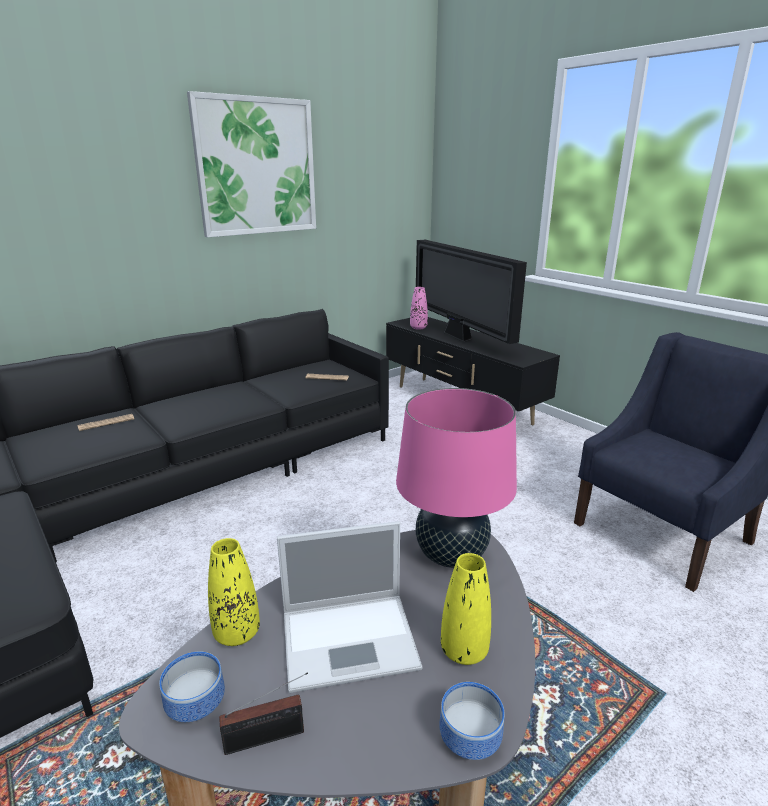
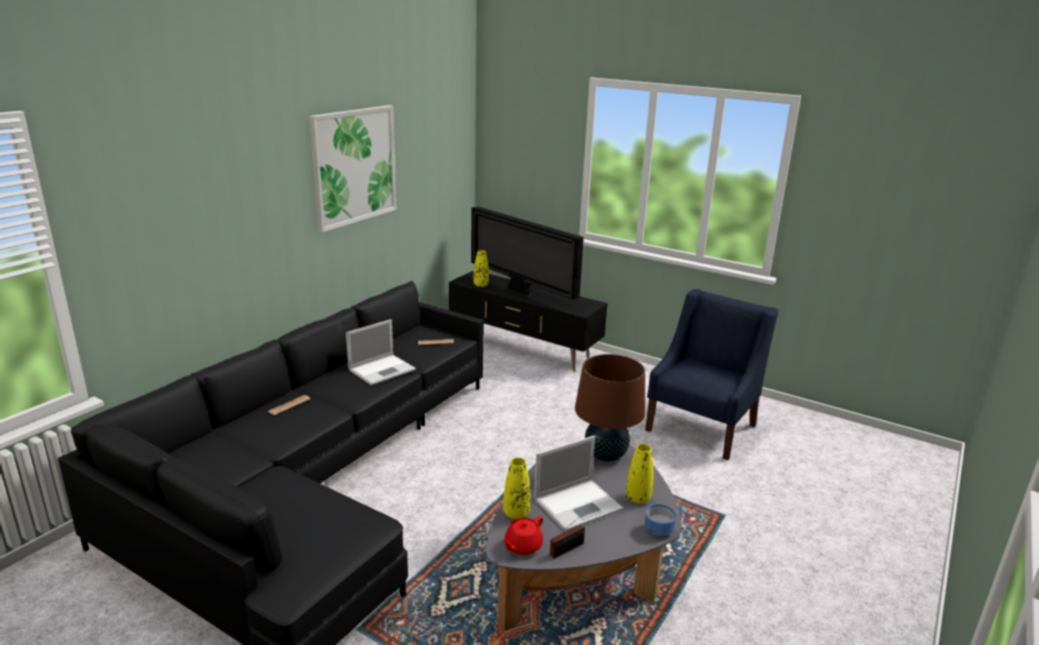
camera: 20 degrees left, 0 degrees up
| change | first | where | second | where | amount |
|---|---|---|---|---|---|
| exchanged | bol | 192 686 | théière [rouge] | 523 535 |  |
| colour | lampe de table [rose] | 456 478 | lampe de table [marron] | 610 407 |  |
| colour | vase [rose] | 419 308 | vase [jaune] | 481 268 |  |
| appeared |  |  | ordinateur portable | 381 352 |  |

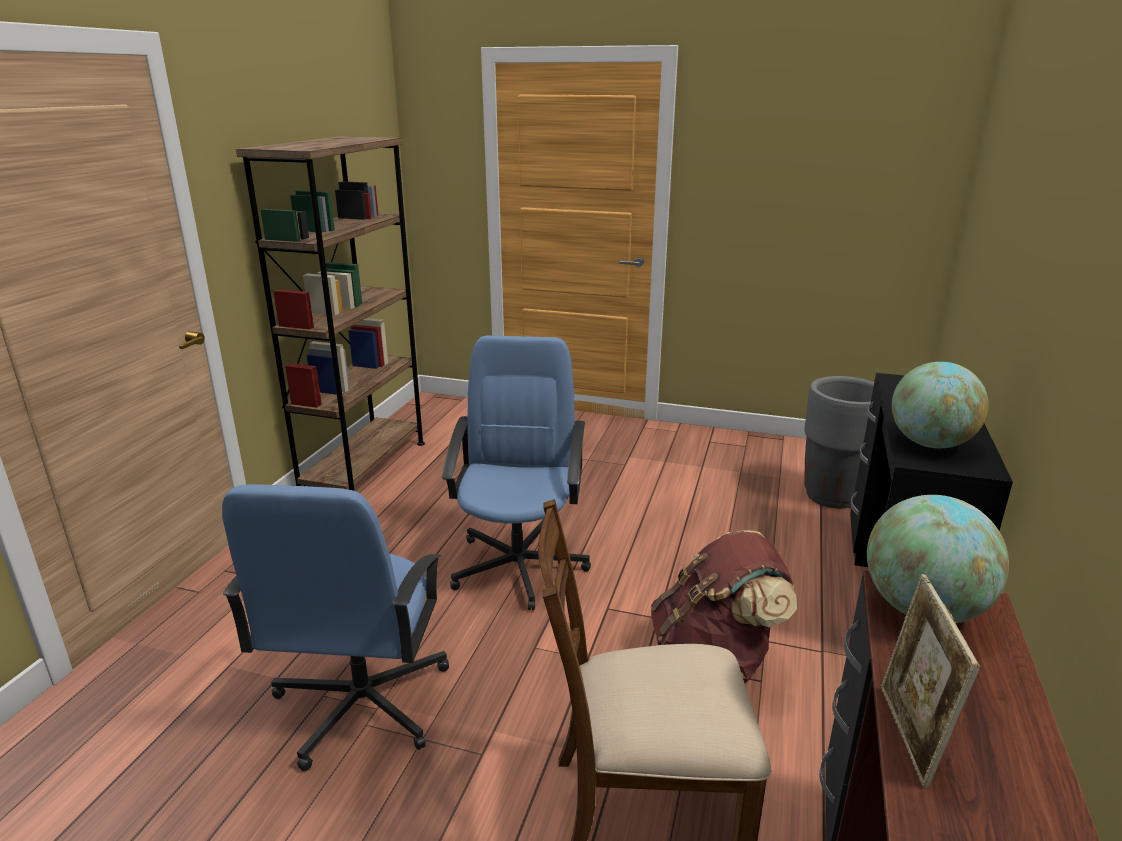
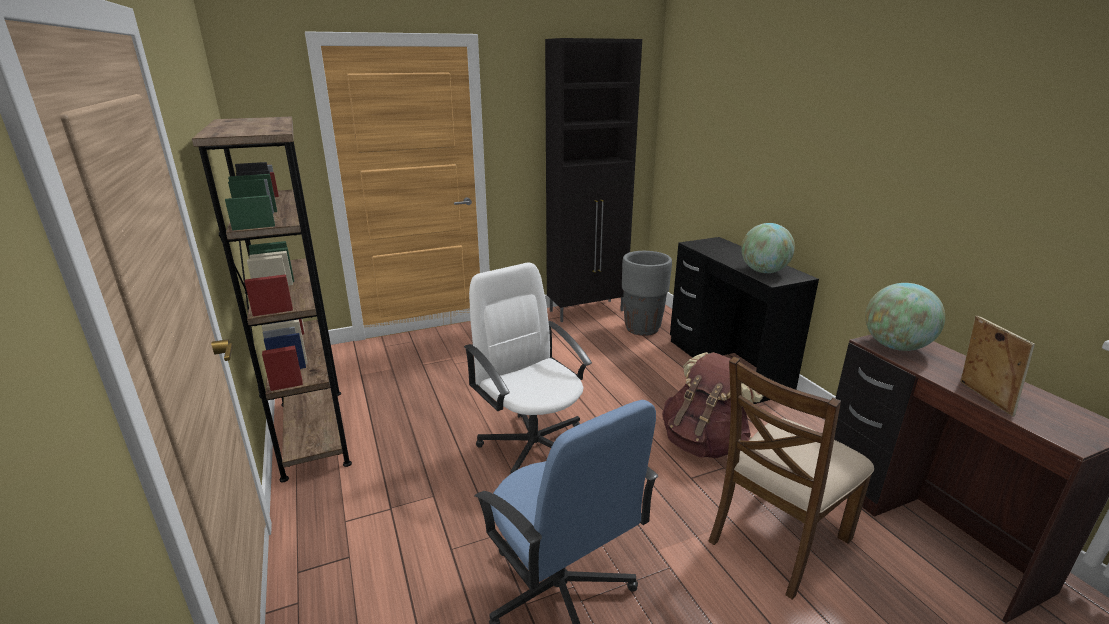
camera: 40 degrees left, 0 degrees up
| change | first | where | second | where | amount |
|---|---|---|---|---|---|
| colour | chaise de bureau [bleu] | 516 472 | chaise de bureau [blanc] | 528 368 |  |
| spun | cadre photo | 930 681 |  | 997 366 | 150 degrees counterclockwise |
| appeared |  |  | meuble de rangement [noir] | 593 180 |  |

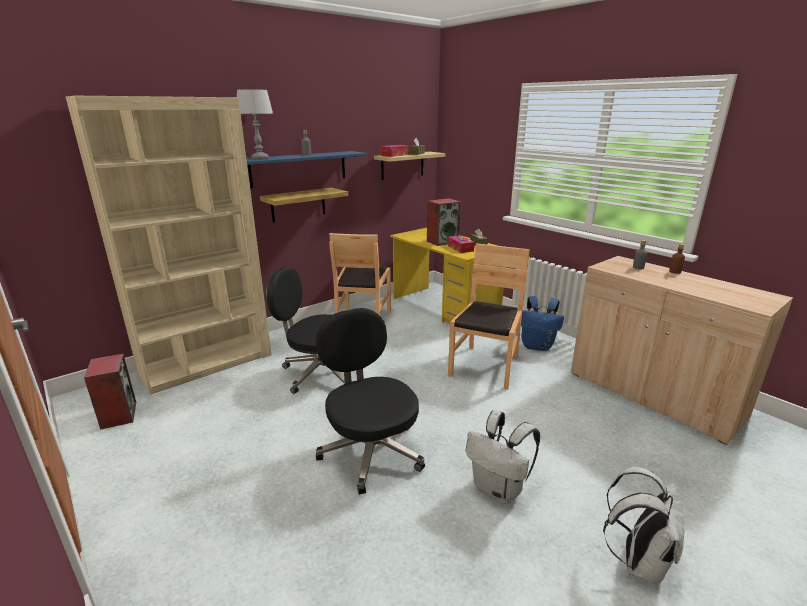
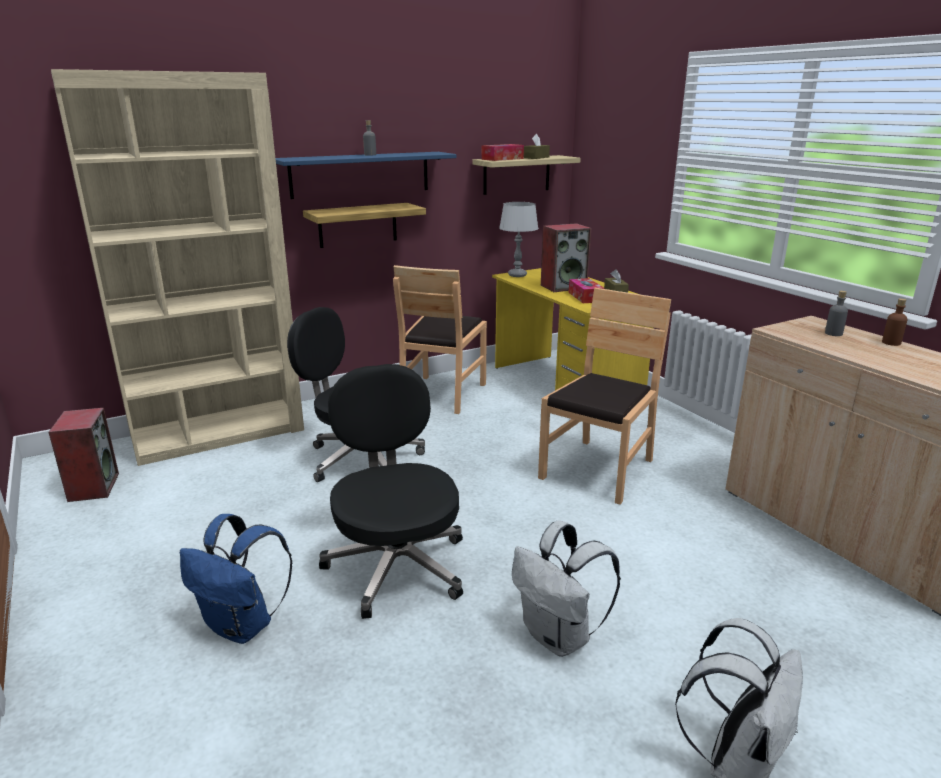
camera: 10 degrees right, 0 degrees up
| change | first | where | second | where | amount |
|---|---|---|---|---|---|
| relocated | lampe de table [gris] | 255 124 |  | 519 239 |  |
| relocated | sac à dos [bleu] | 542 323 |  | 236 579 |  |

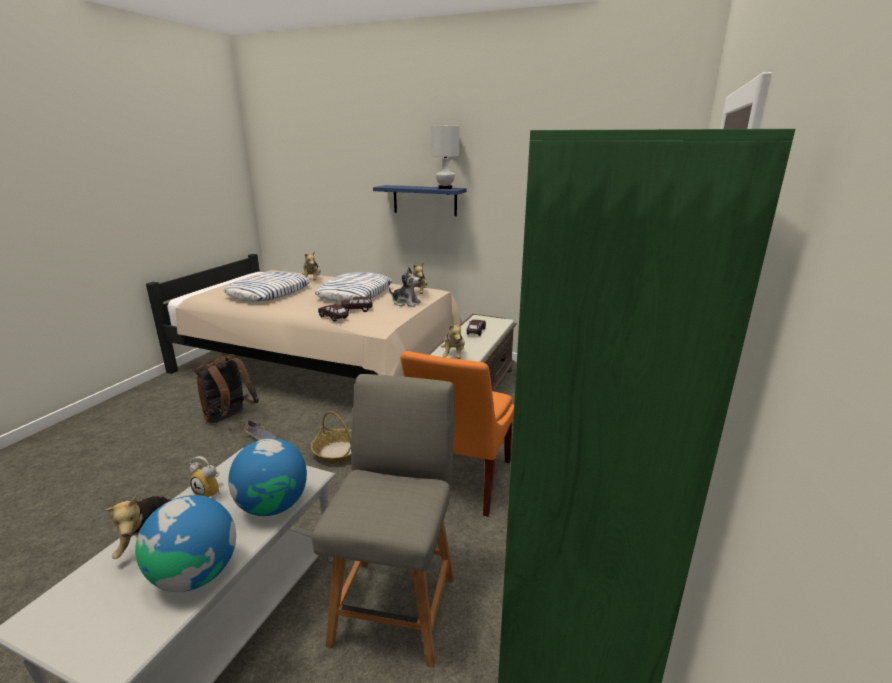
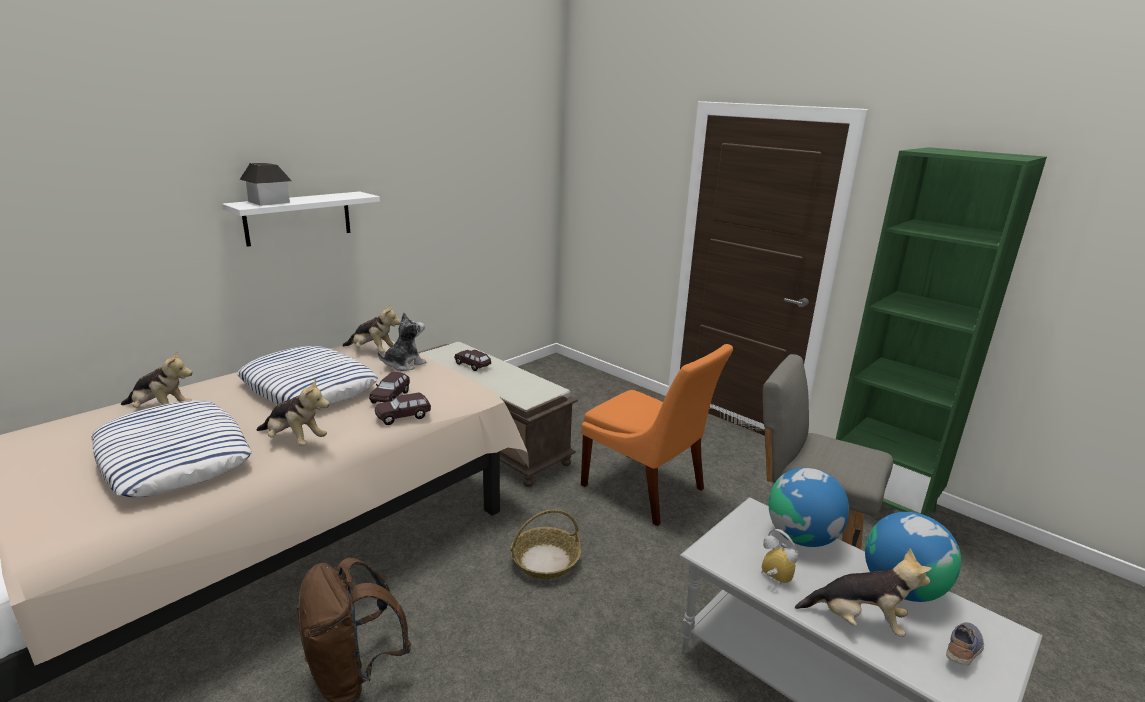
camera: 70 degrees left, 0 degrees up
| change | first | where | second | where | amount |
|---|---|---|---|---|---|
| spun | réveil | 205 476 |  | 779 557 | 90 degrees counterclockwise |
| relocated | chaussure | 260 430 |  | 965 644 |  |
| colour | étagère [bleu] | 420 200 | étagère [blanc] | 301 219 |  |
| missing | lampe de table [blanc] | 445 157 |  |  |  |
| relocated | peluche | 453 340 |  | 293 412 |  |
| appeared |  |  | maison miniature | 266 184 |  |

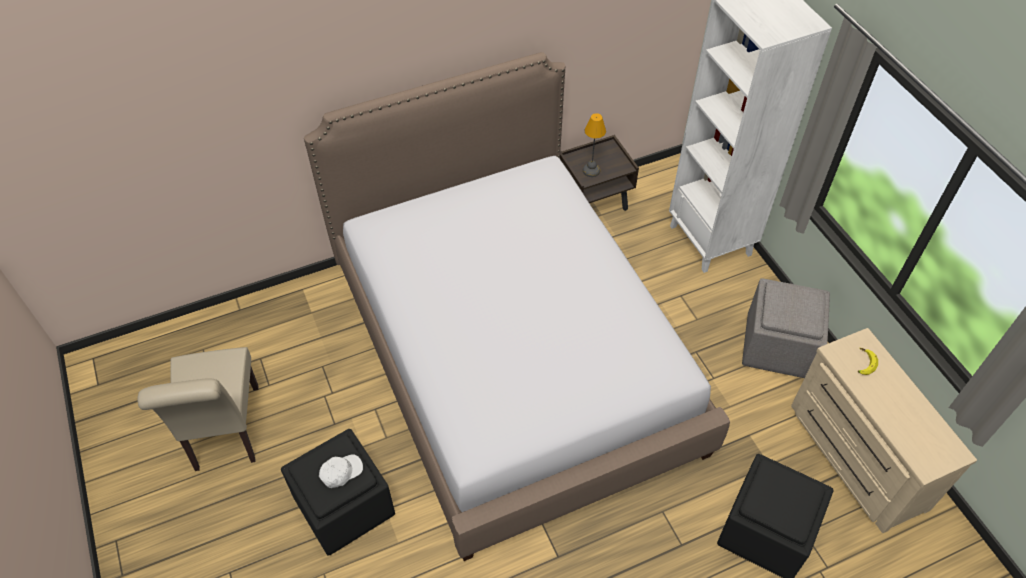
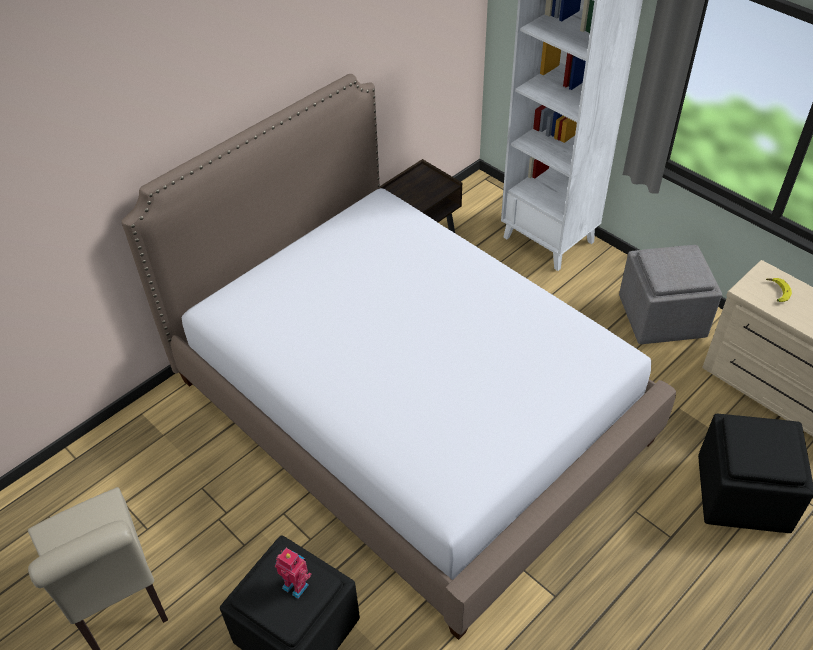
camera: 20 degrees left, 5 degrees down
| change | first | where | second | where | amount |
|---|---|---|---|---|---|
| exchanged | casquette [blanc] | 341 471 | robot jouet | 293 573 |  |
| missing | lampe de table | 594 145 |  |  |  |

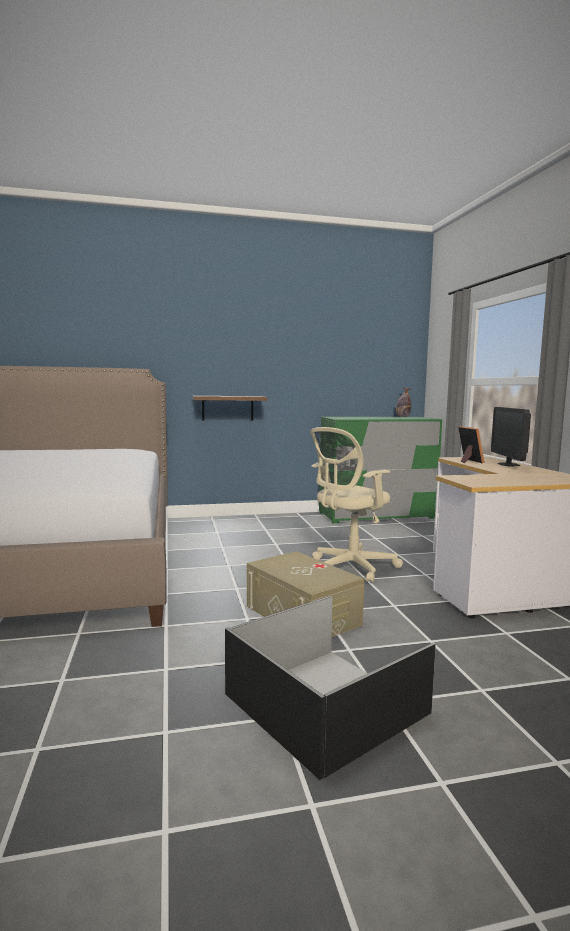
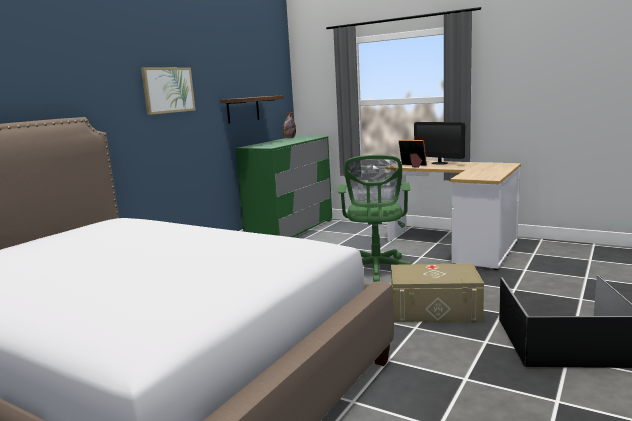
camera: 45 degrees left, 5 degrees up
| change | first | where | second | where | amount |
|---|---|---|---|---|---|
| relocated | étagère | 230 408 |  | 252 109 |  |
| colour | chaise de bureau [beige] | 356 505 | chaise de bureau [vert] | 374 218 |  |
| appeared |  |  | tableau | 168 91 |  |

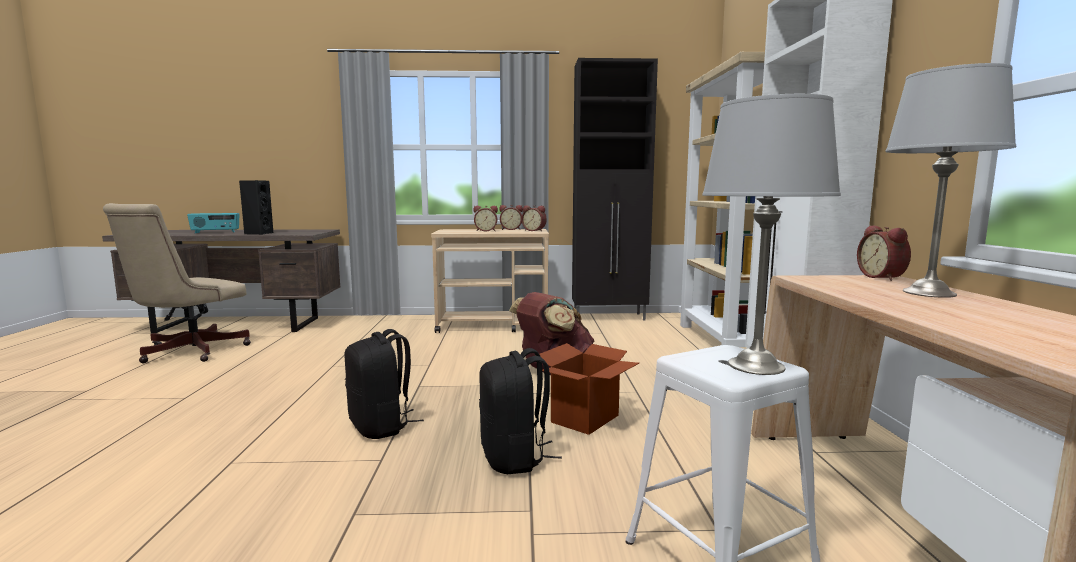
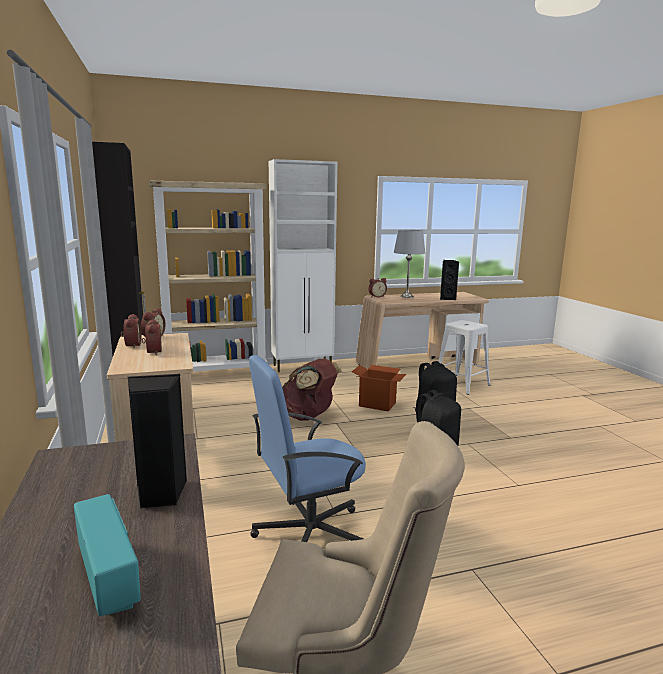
camera: 105 degrees left, 5 degrees up
| change | first | where | second | where | amount |
|---|---|---|---|---|---|
| missing | lampe de table [gris] | 771 234 |  |  |  |
| appeared |  |  | chaise de bureau [bleu] | 307 448 |  |
| appeared |  |  | enceinte [noir] | 449 280 |  |

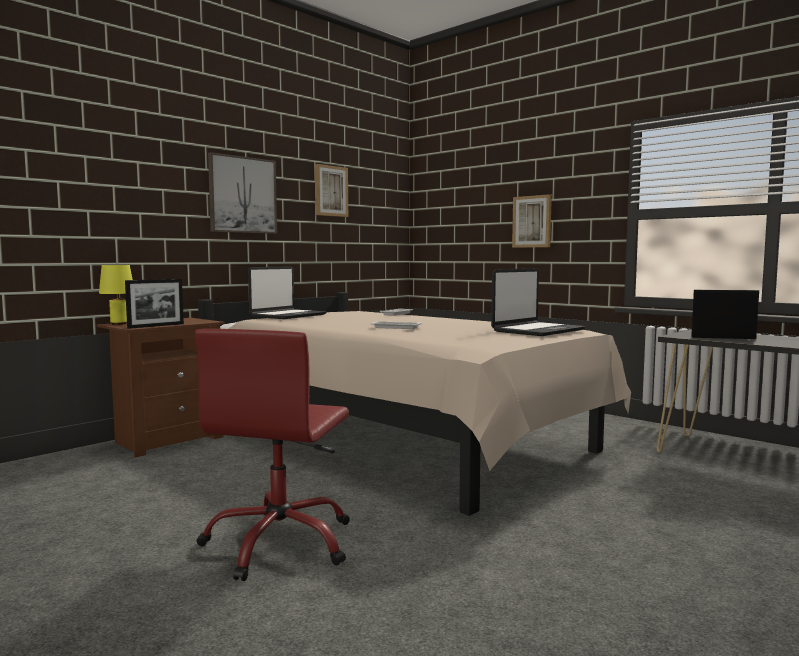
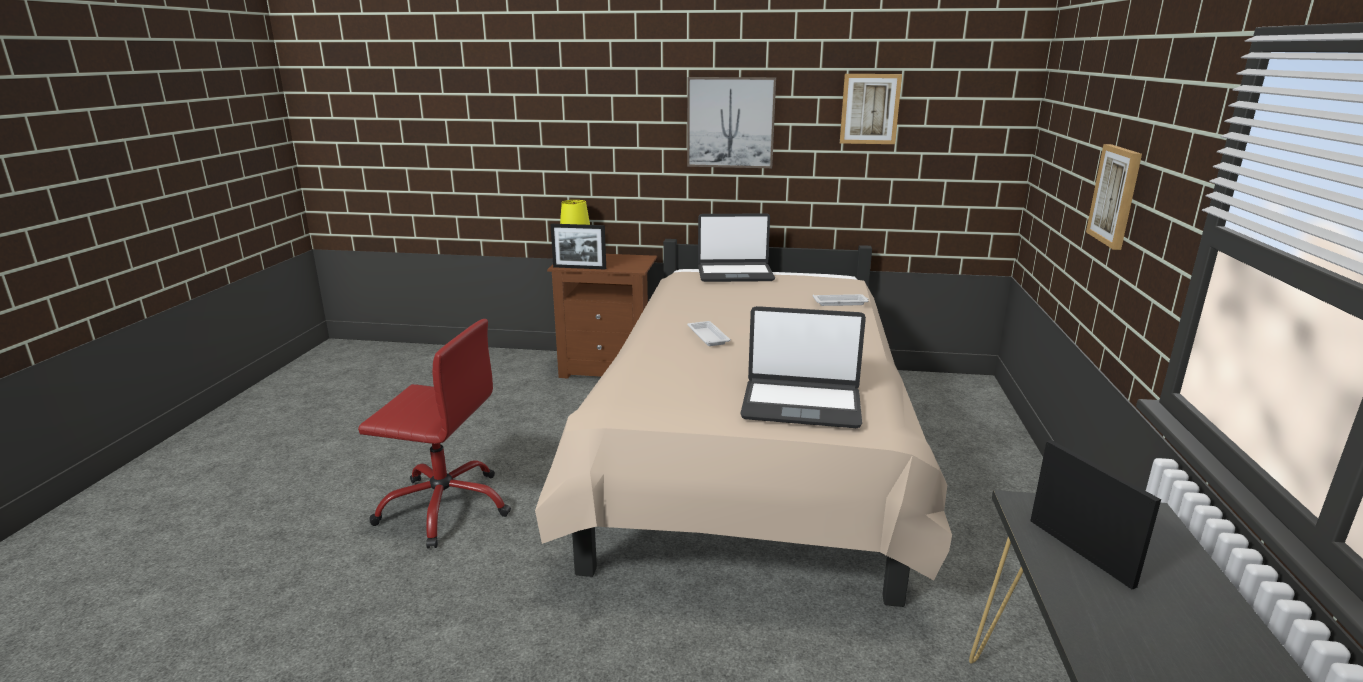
camera: 55 degrees right, 15 degrees up
| change | first | where | second | where | amount |
|---|---|---|---|---|---|
| spun | chaise de bureau [rouge] | 272 455 |  | 434 434 | 150 degrees counterclockwise |

